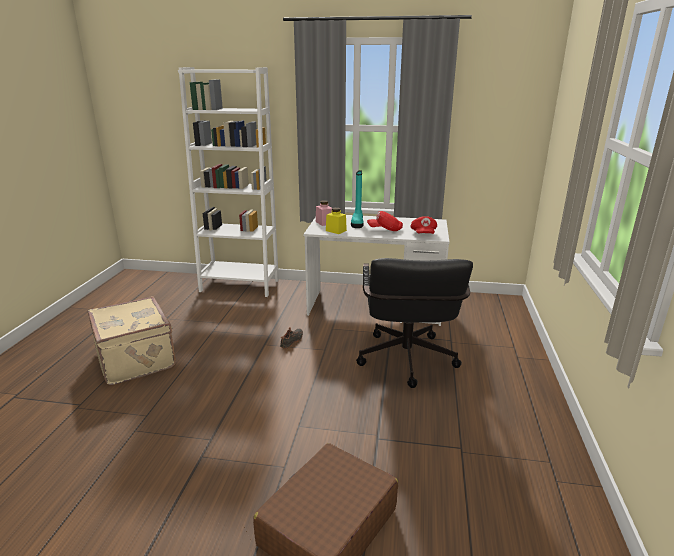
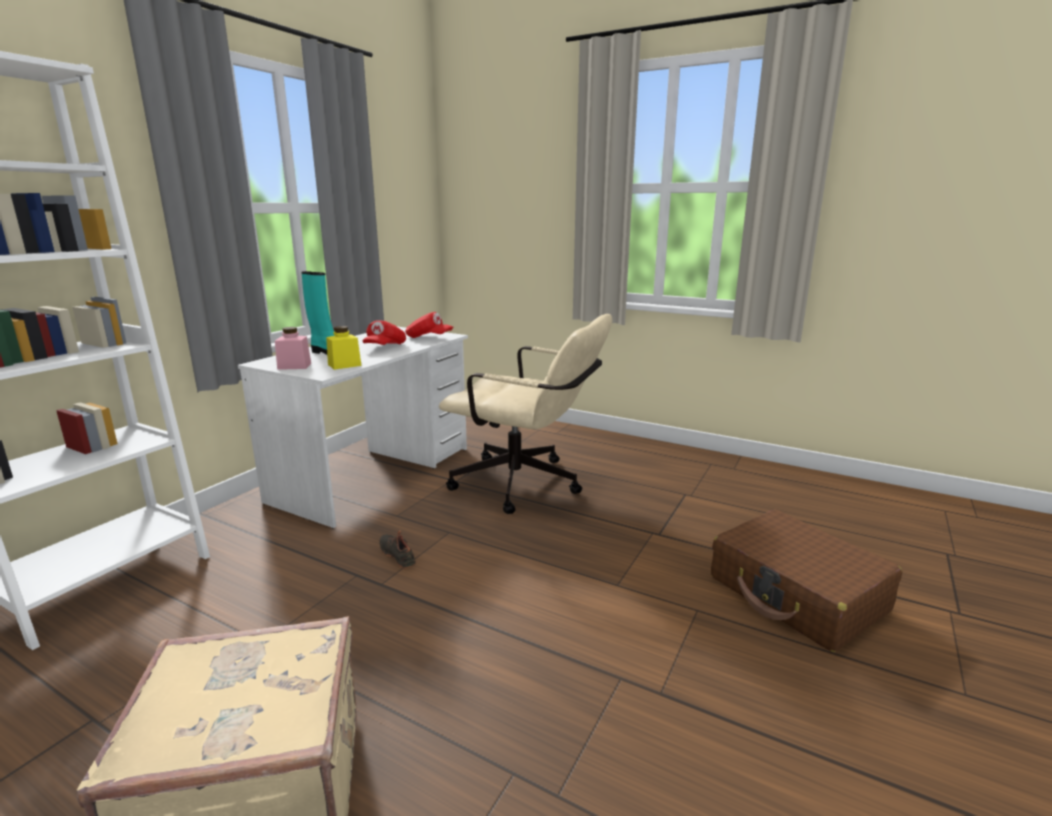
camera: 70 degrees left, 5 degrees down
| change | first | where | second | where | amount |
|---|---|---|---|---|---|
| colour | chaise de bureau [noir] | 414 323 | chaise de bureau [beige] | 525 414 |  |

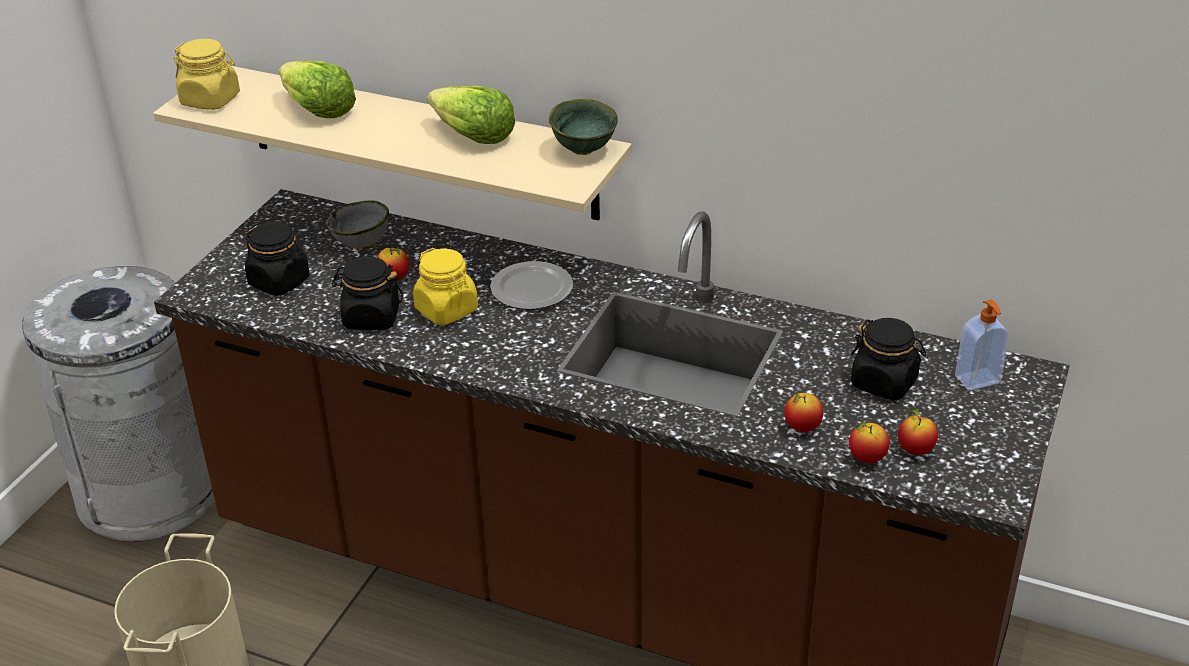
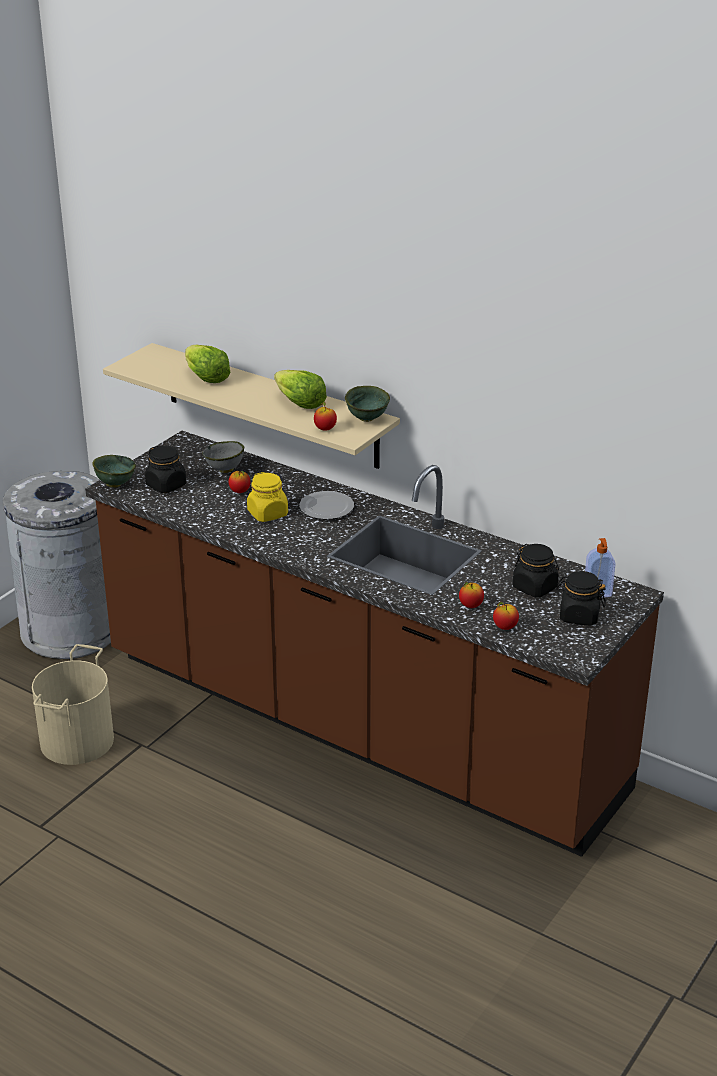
camera: 10 degrees right, 5 degrees down
| change | first | where | second | where | amount |
|---|---|---|---|---|---|
| missing | bocal [jaune] | 207 74 |  |  |  |
| relocated | bocal [noir] | 367 293 |  | 581 598 |  |
| relocated | pomme | 918 432 |  | 325 416 |  |
| appeared |  |  | bol [vert] | 114 471 |  |

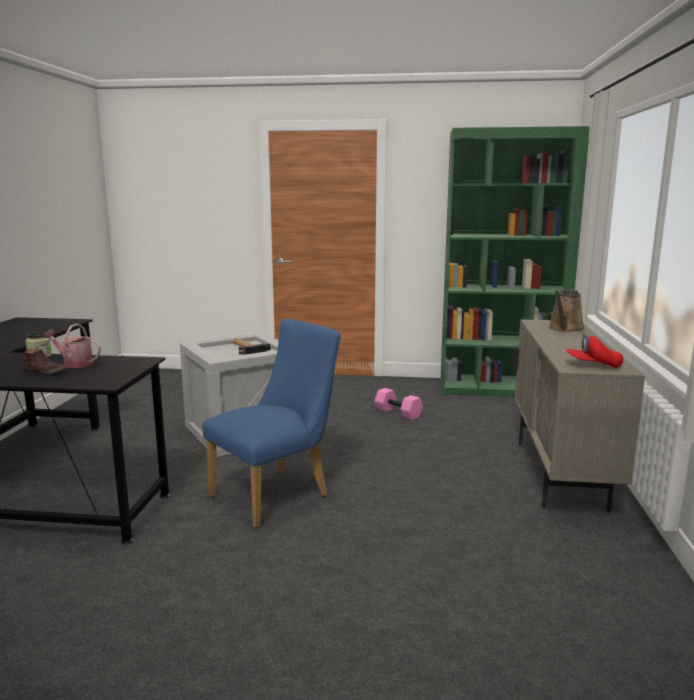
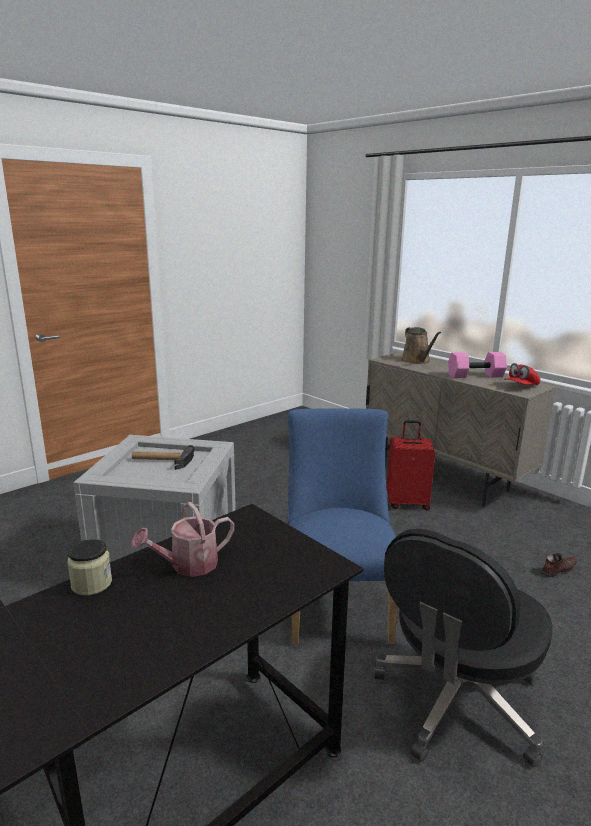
camera: 50 degrees left, 5 degrees up
| change | first | where | second | where | amount |
|---|---|---|---|---|---|
| relocated | chaussure [marron] | 45 361 |  | 559 565 |  |
| relocated | haltère [rose] | 399 404 |  | 477 365 |  |
| missing | bibliothèque [vert] | 515 261 |  |  |  |
| appeared |  |  | chaise de bureau [noir] | 463 648 |  |
| appeared |  |  | valise [rouge] | 411 465 |  |

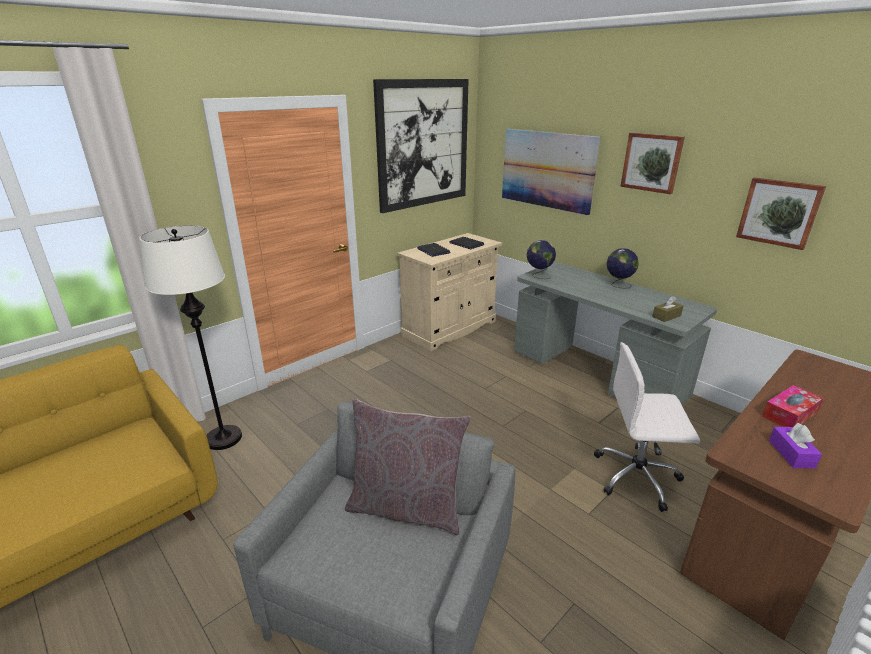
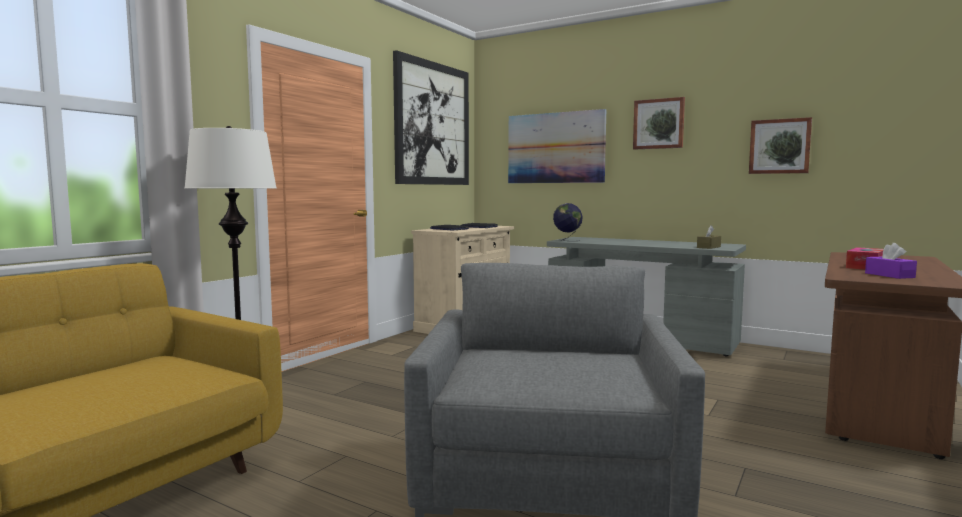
camera: 15 degrees left, 20 degrees down
| change | first | where | second | where | amount |
|---|---|---|---|---|---|
| missing | coussin [gris] | 408 467 |  |  |  |
| missing | chaise de bureau [blanc] | 647 427 |  |  |  |
| missing | globe | 623 268 |  |  |  |

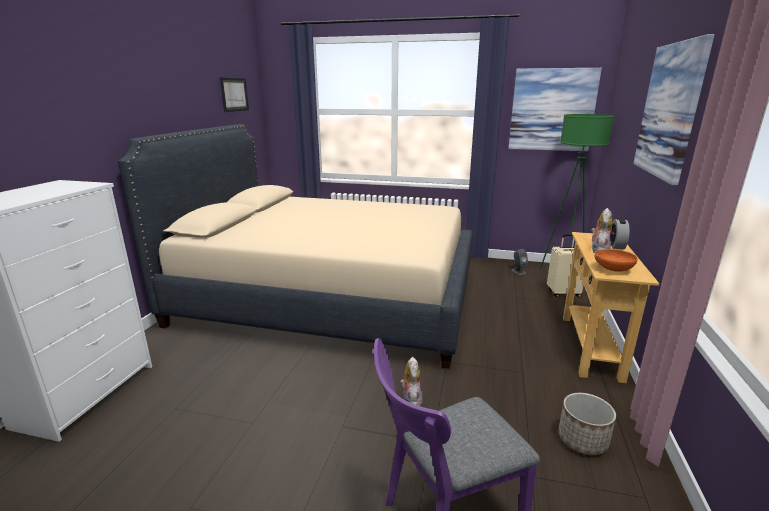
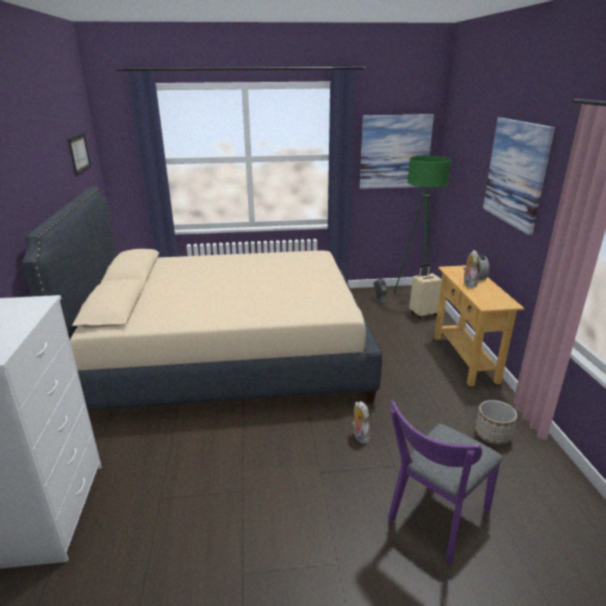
camera: 20 degrees left, 5 degrees up
| change | first | where | second | where | amount |
|---|---|---|---|---|---|
| missing | bol [orange] | 616 260 |  |  |  |

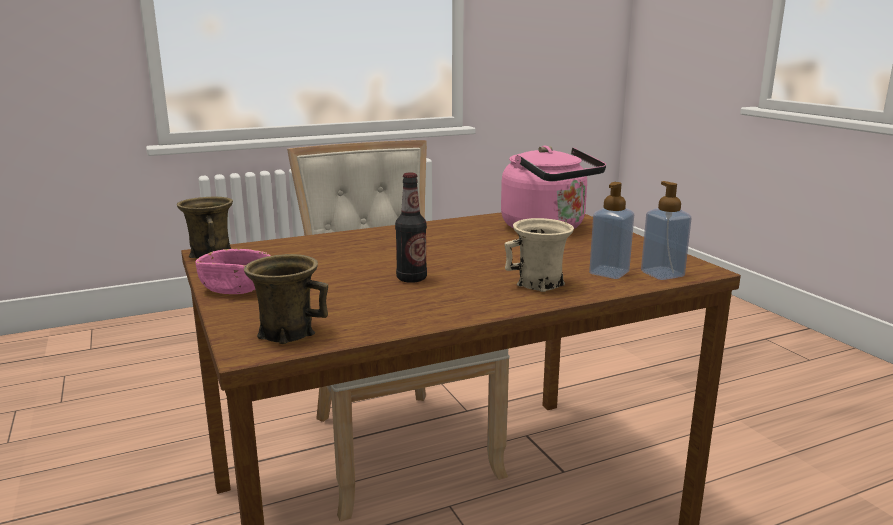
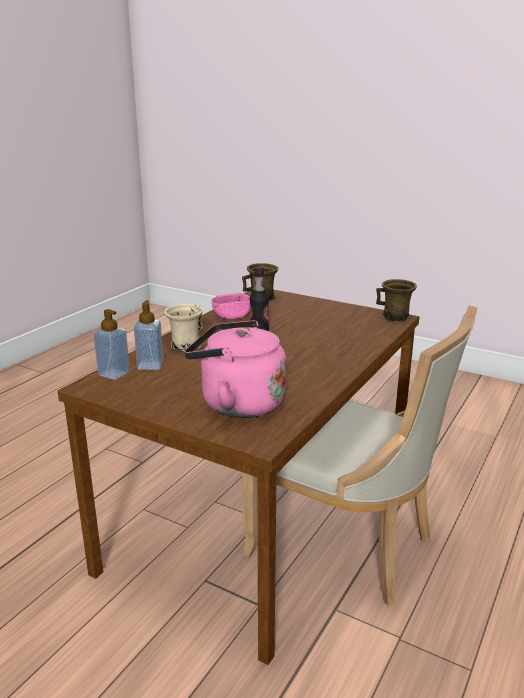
camera: 145 degrees right, 5 degrees up
| change | first | where | second | where | amount |
|---|---|---|---|---|---|
| relocated | bol [rose] | 233 271 |  | 231 306 |  |

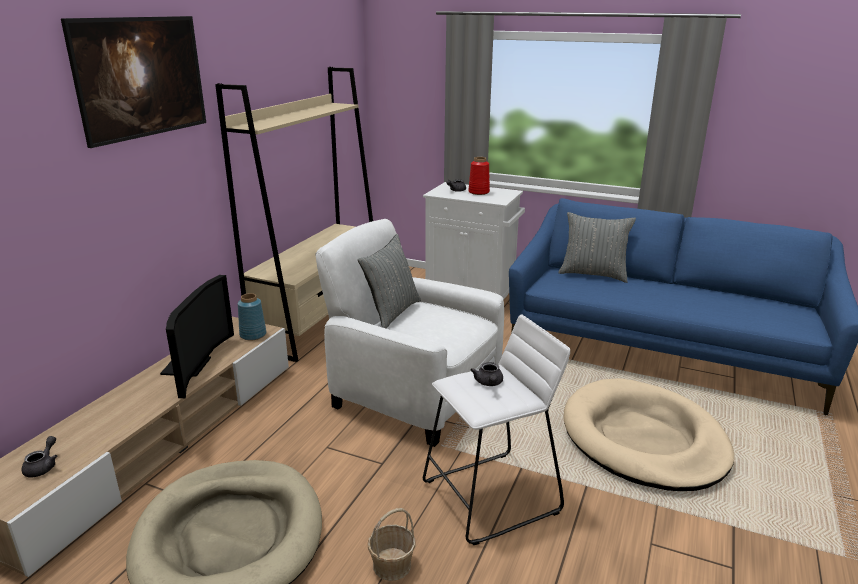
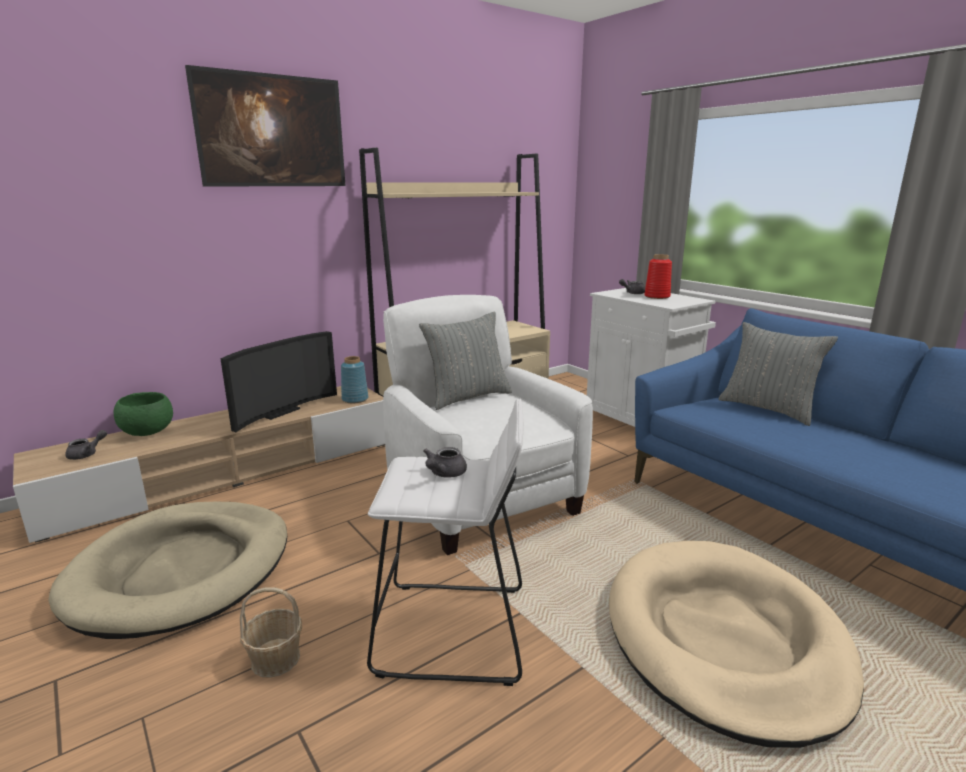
camera: 30 degrees right, 5 degrees down
| change | first | where | second | where | amount |
|---|---|---|---|---|---|
| appeared |  |  | bol [vert] | 143 414 |  |

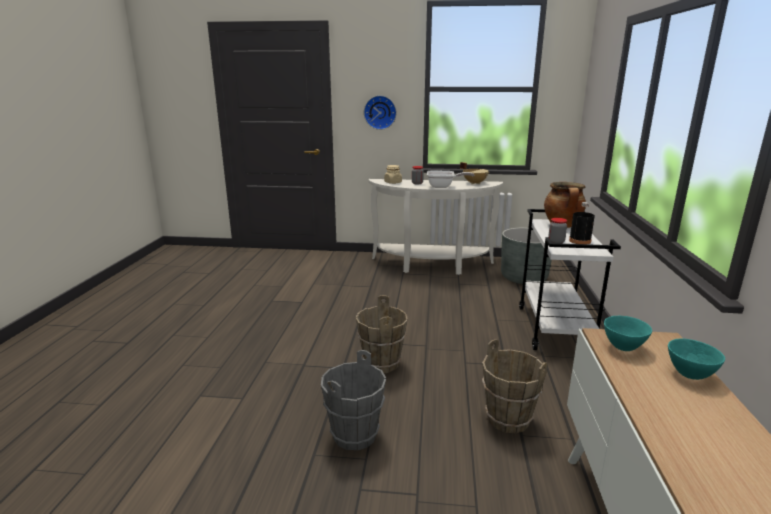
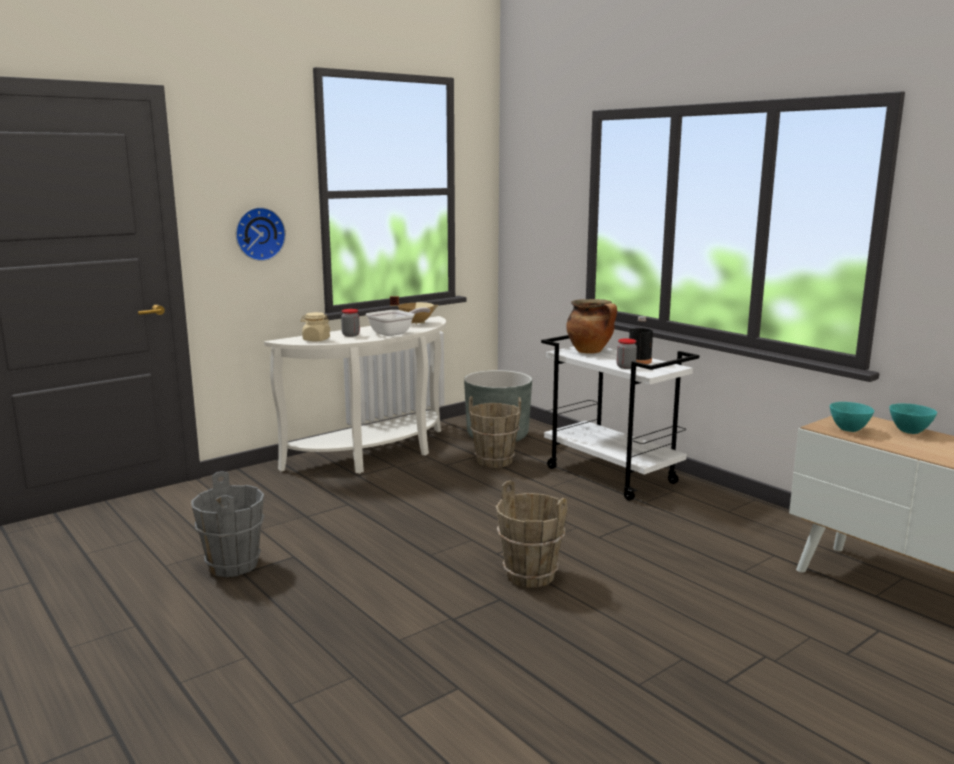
camera: 45 degrees left, 5 degrees down
| change | first | where | second | where | amount |
|---|---|---|---|---|---|
| relocated | seau [gris] | 353 400 |  | 227 524 |  |
| relocated | seau [marron] | 515 386 |  | 495 432 |  |

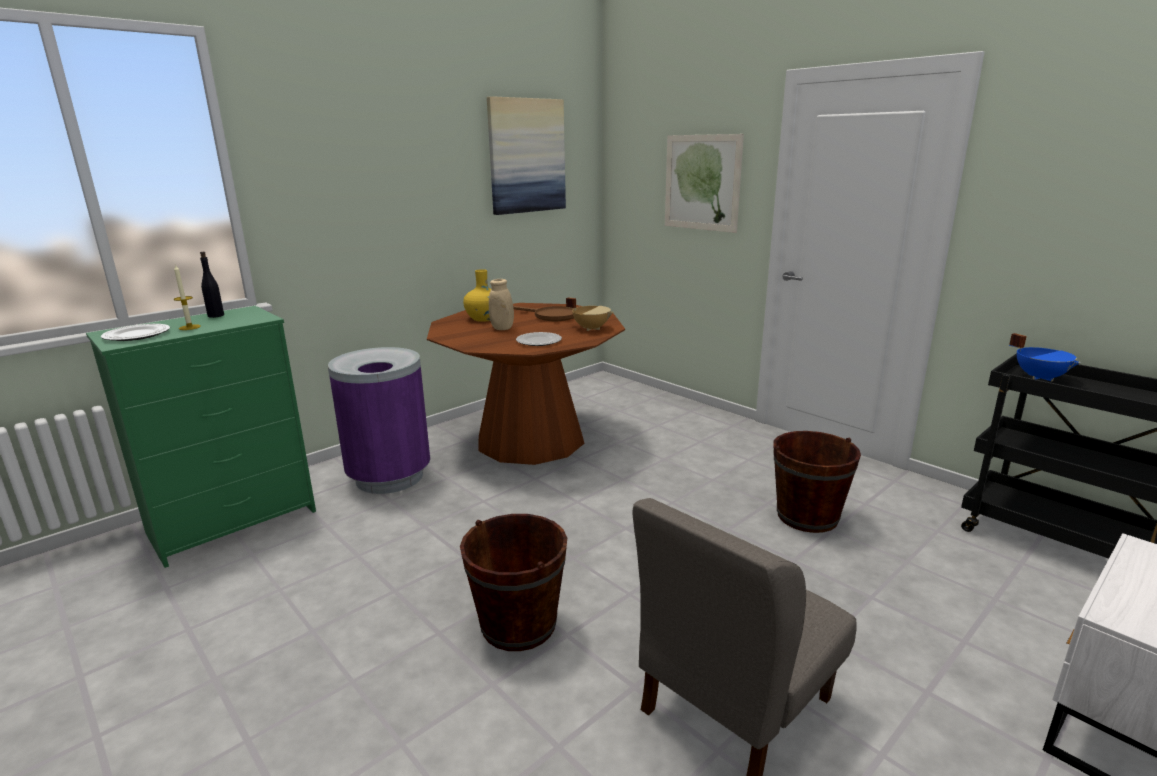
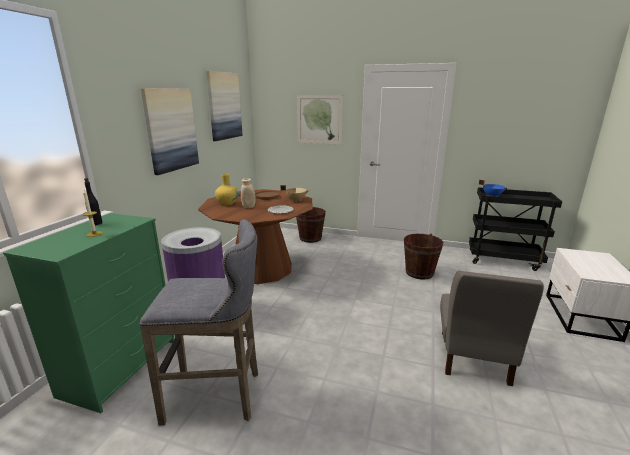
camera: 30 degrees left, 0 degrees up
| change | first | where | second | where | amount |
|---|---|---|---|---|---|
| missing | assiette | 135 332 |  |  |  |
| relocated | seau [marron] | 513 582 |  | 311 225 |  |
| appeared |  |  | tabouret [gris] | 199 322 |  |
| appeared |  |  | tableau | 170 131 |  |

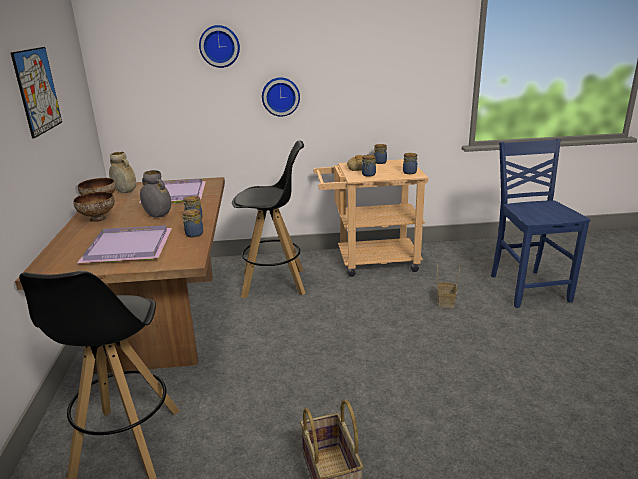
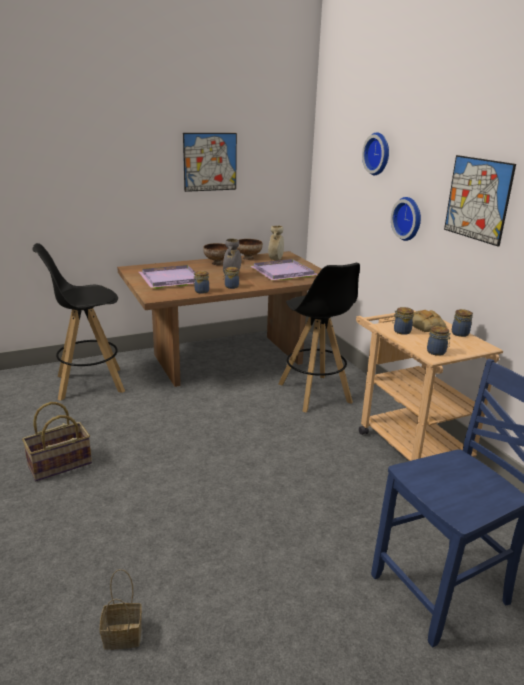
camera: 70 degrees right, 0 degrees up
| change | first | where | second | where | amount |
|---|---|---|---|---|---|
| relocated | panier | 448 286 |  | 121 609 |  |
| appeared |  |  | tableau | 480 201 |  |

